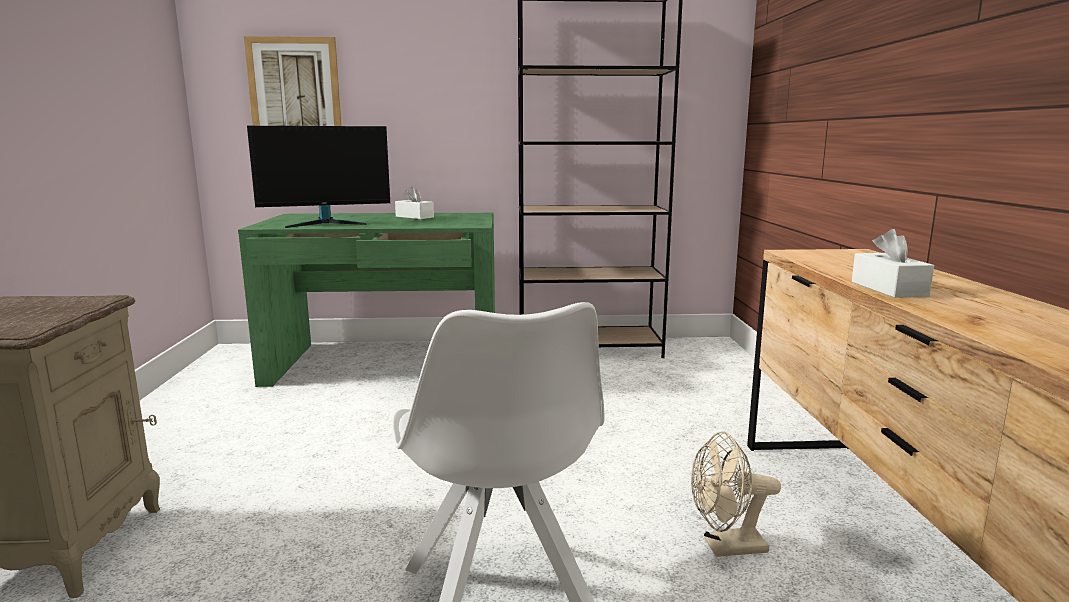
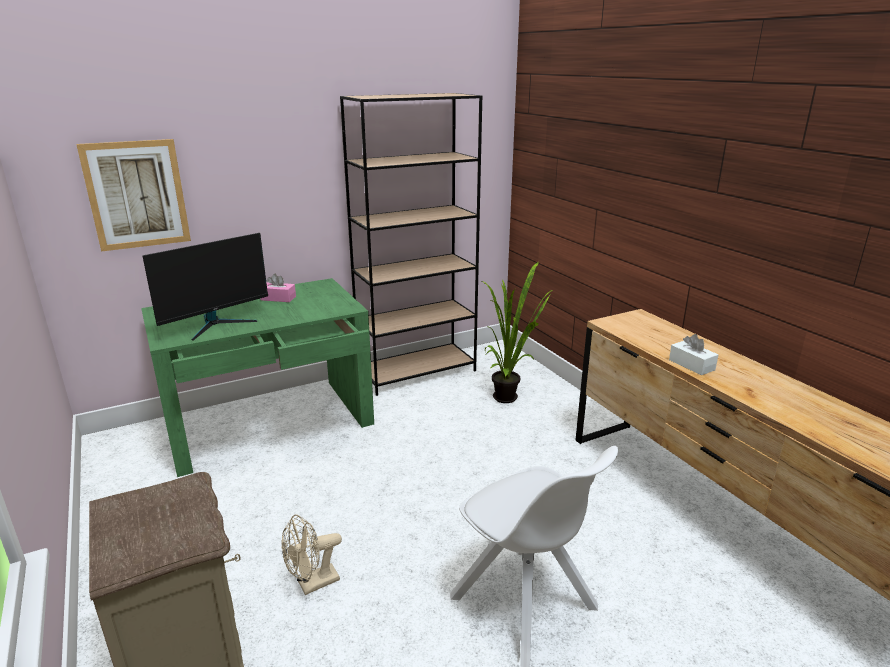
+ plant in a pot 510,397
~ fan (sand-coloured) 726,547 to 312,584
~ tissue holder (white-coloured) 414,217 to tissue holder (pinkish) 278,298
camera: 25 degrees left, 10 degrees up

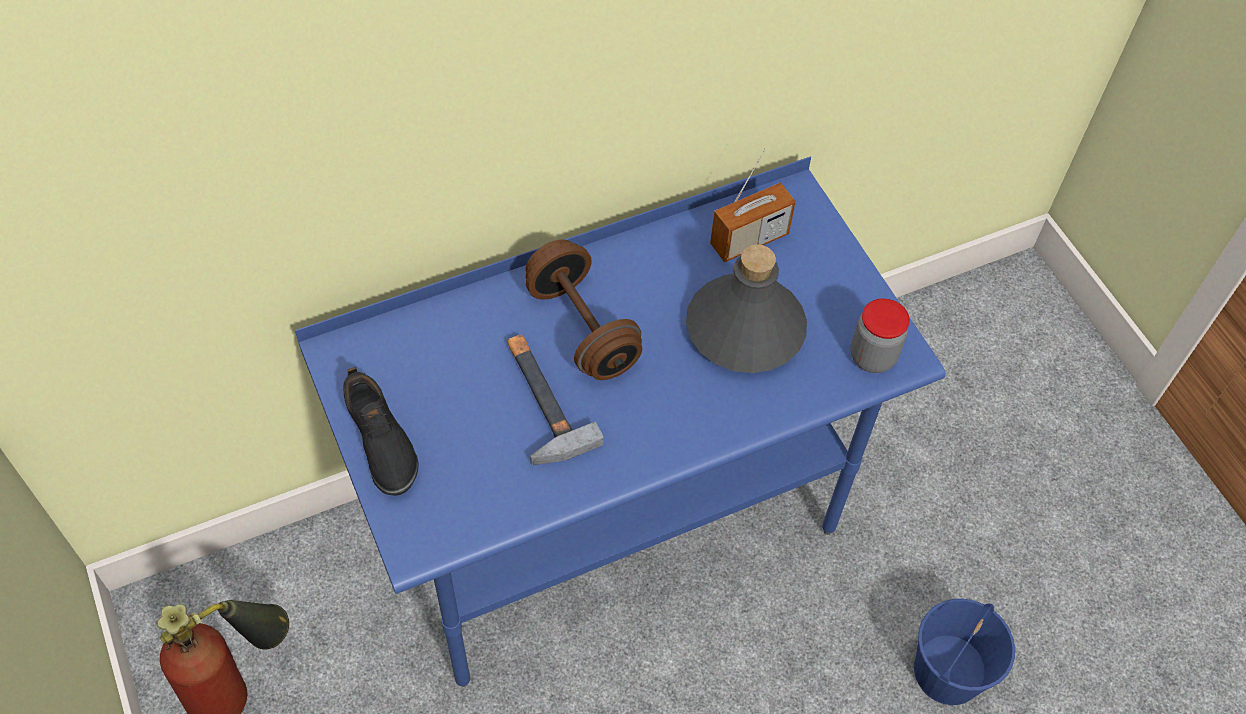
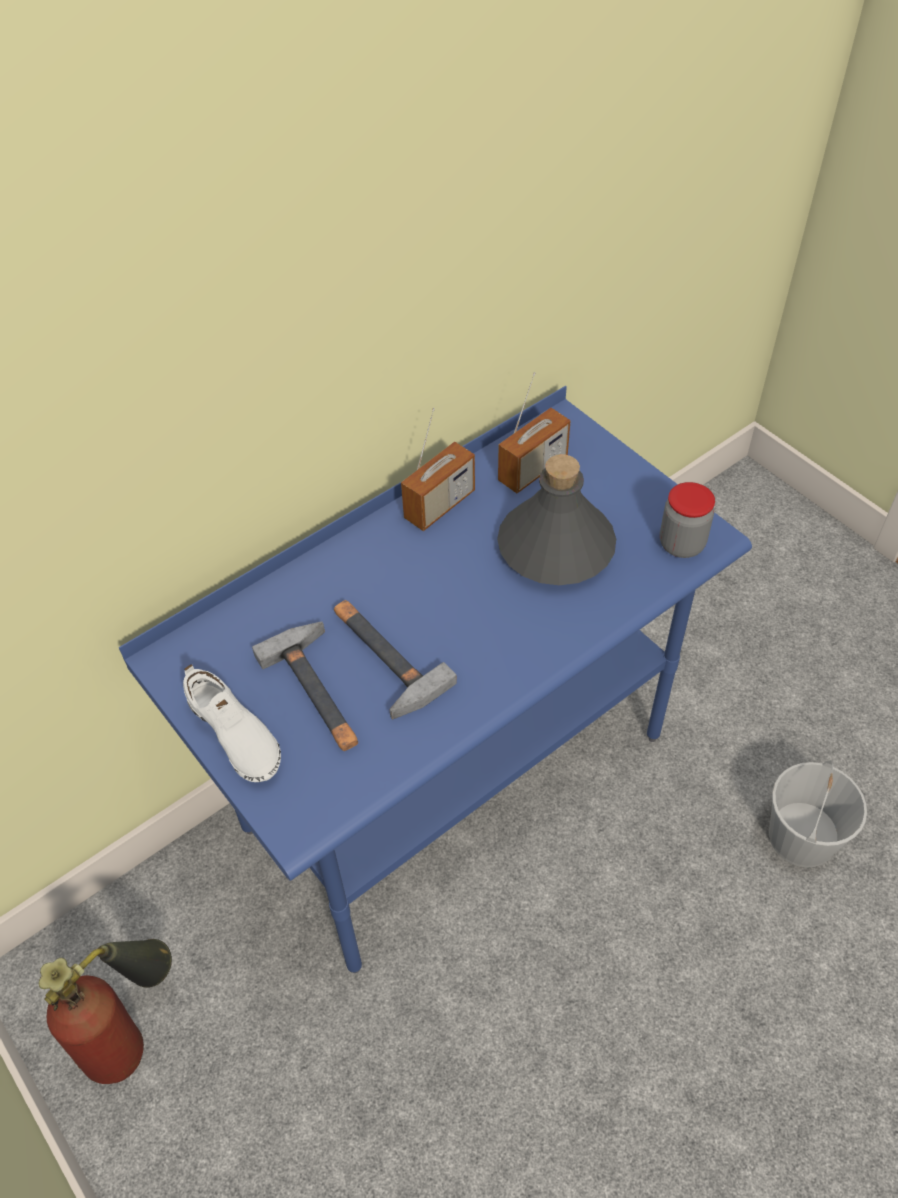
- dumbbell (brownish) 582,329
+ hammer 320,692
+ radio 439,505
~ low shoe (blackish) 380,443 to low shoe (white-coloured) 234,735
~ pail (blue-coloured) 948,672 to pail (white-coloured) 802,838
camera: 10 degrees left, 5 degrees down

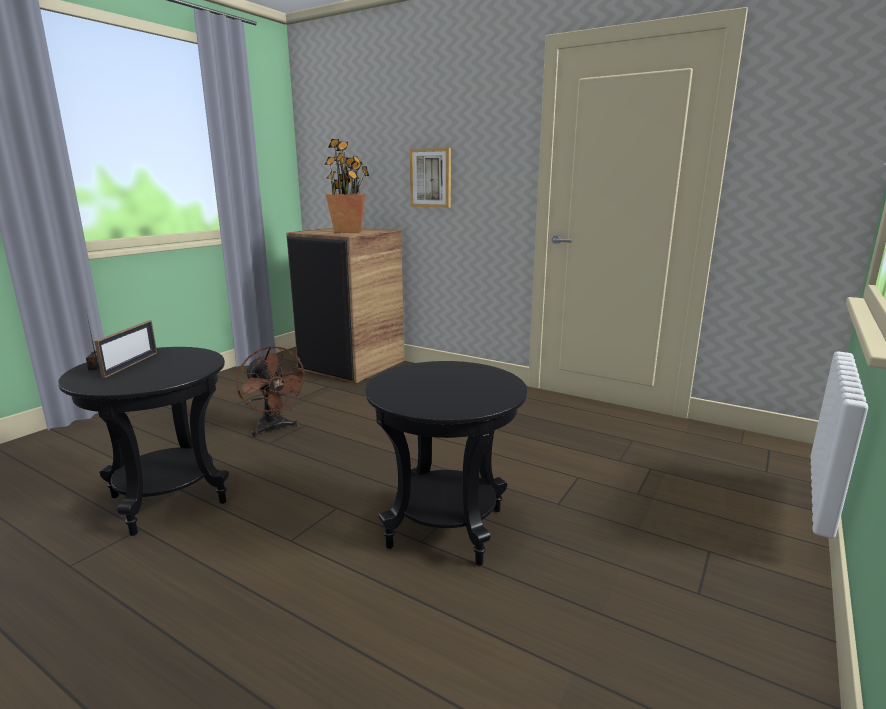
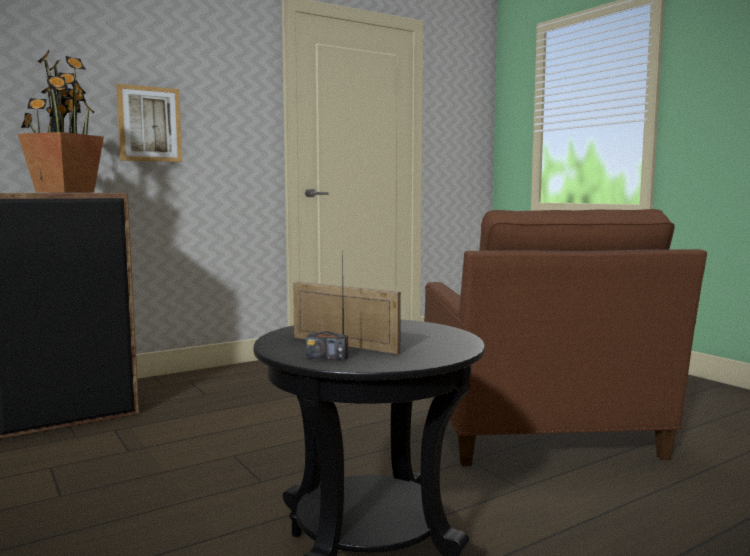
- fan (brownish) 274,429
~ accent table (blackish) 445,528 to easy chair (brownish) 533,425
camera: 65 degrees left, 10 degrees down

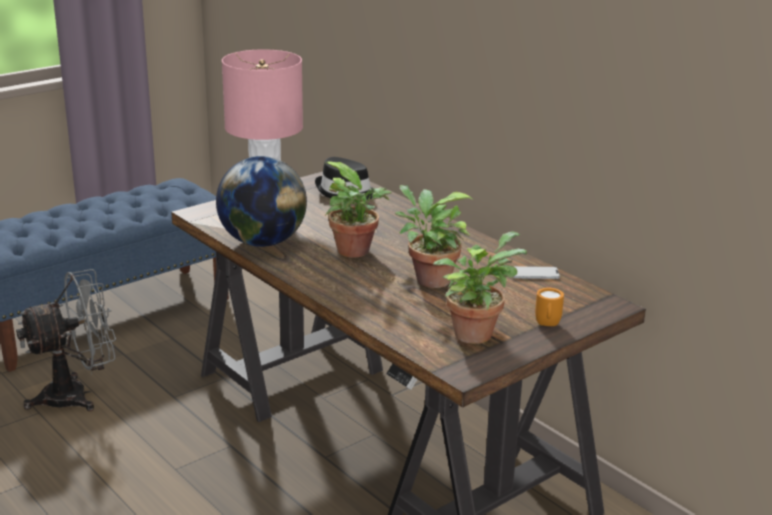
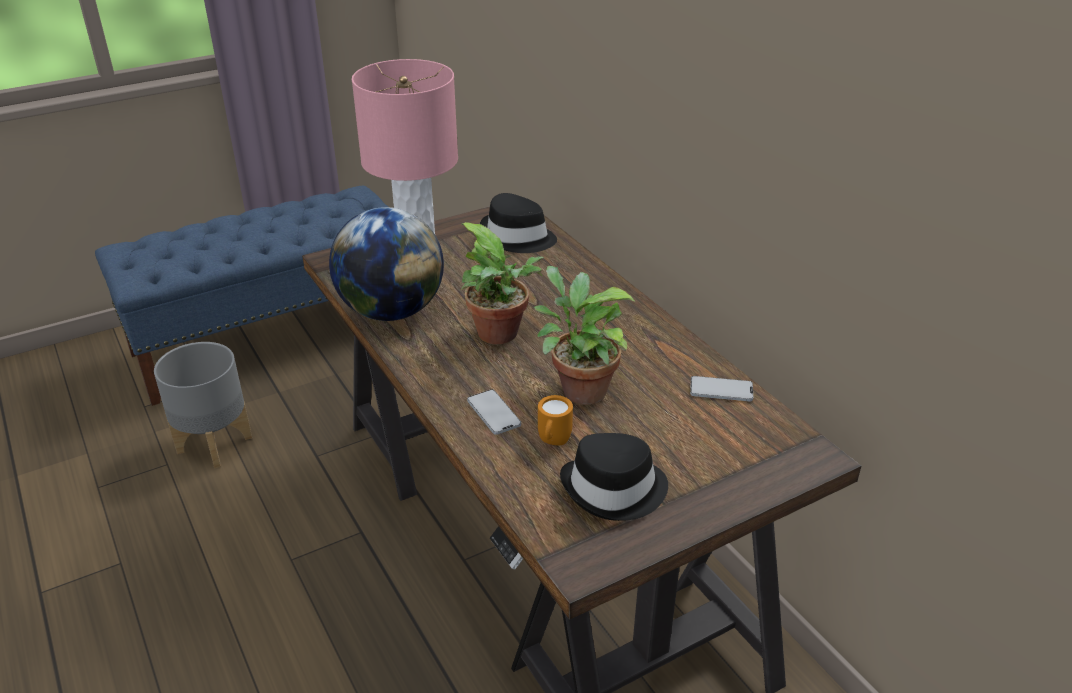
+ handset 493,413
~ coffee mug (orangey) 547,325 to 553,443
~ fan (grey) 77,395 to planter (grey) 214,444
~ plant in a pot 474,332 to wearable hat (blackish) 614,490
camera: 10 degrees right, 10 degrees up

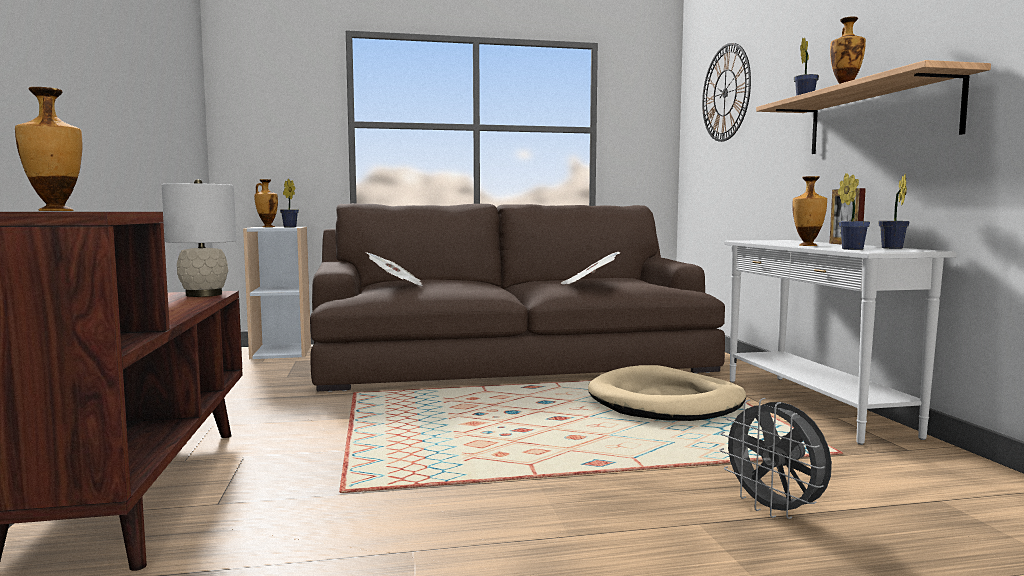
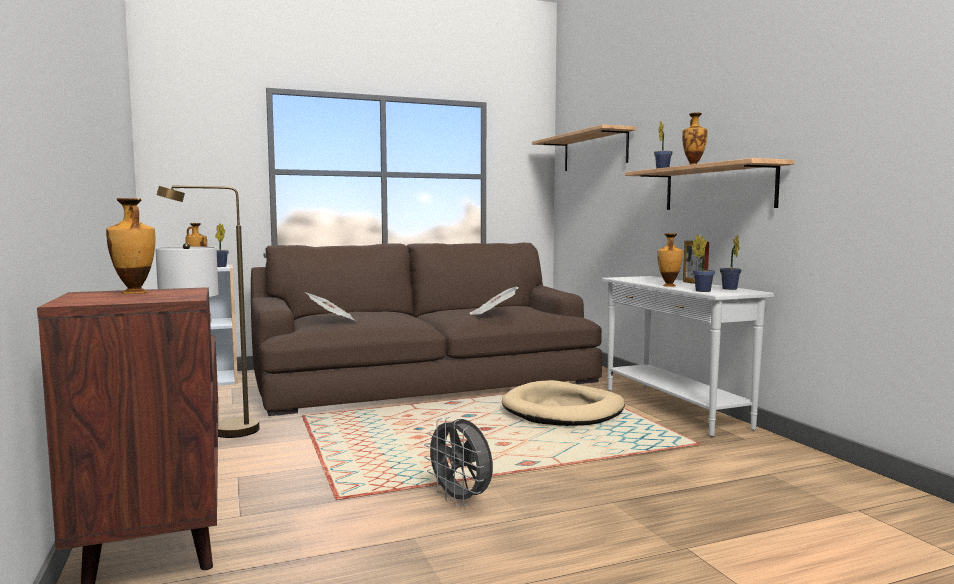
+ standard lamp (brownish) 223,432
~ fan (grey) 775,511 to 461,500
~ hanging clock 725,93 to shelf 594,151
camera: 10 degrees left, 0 degrees up

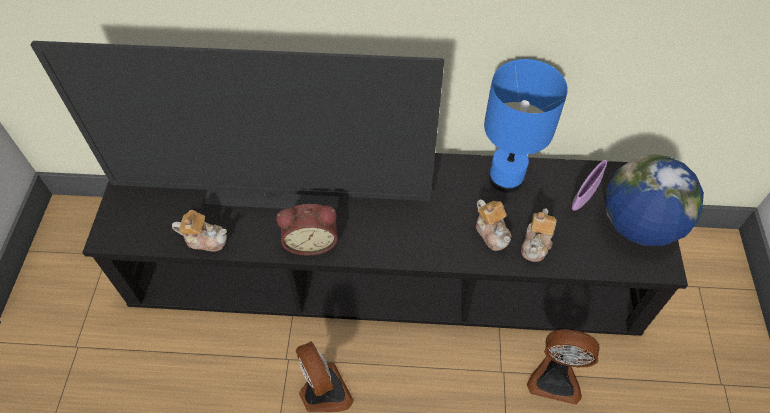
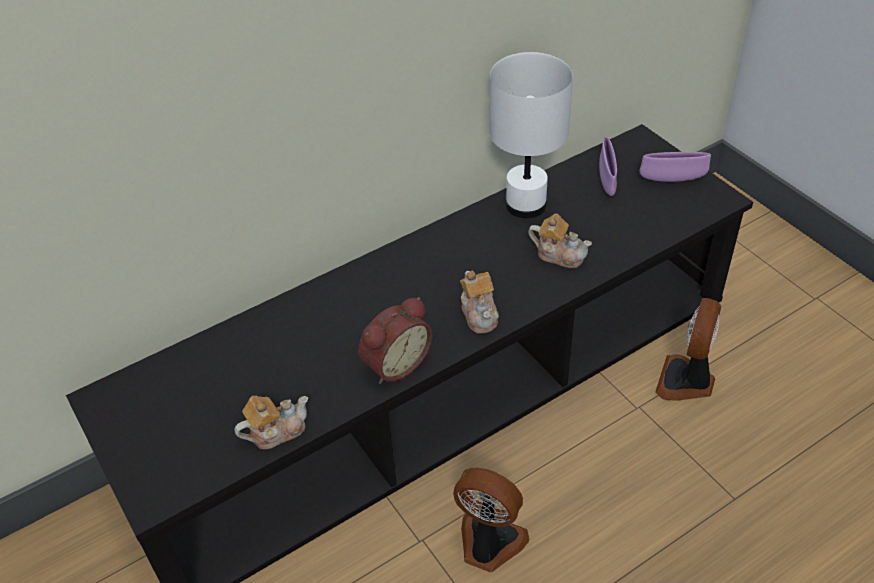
- TV set 272,198
~ teapot 536,244 to 480,314
~ desk globe 638,225 to bowl (purplish) 672,179
~ tabletop lamp (blue-coloured) 505,178 to tabletop lamp (white-coloured) 526,205
~ fan 555,378 = 686,381 135 degrees clockwise
camera: 35 degrees left, 10 degrees down

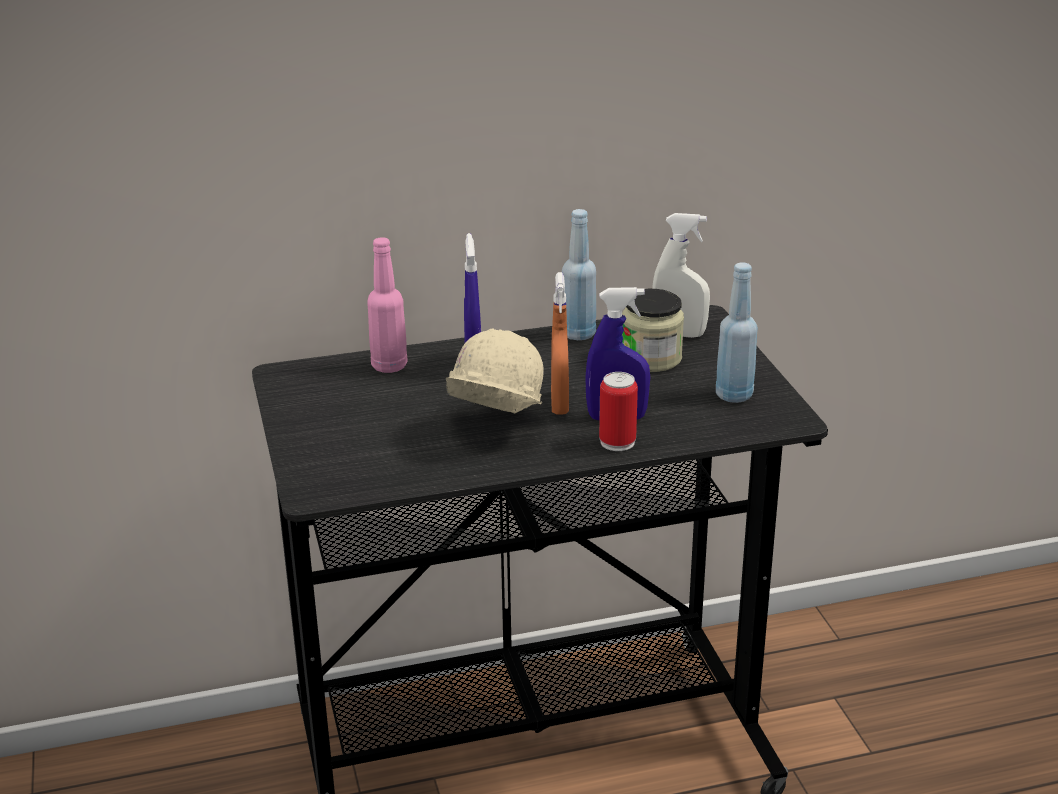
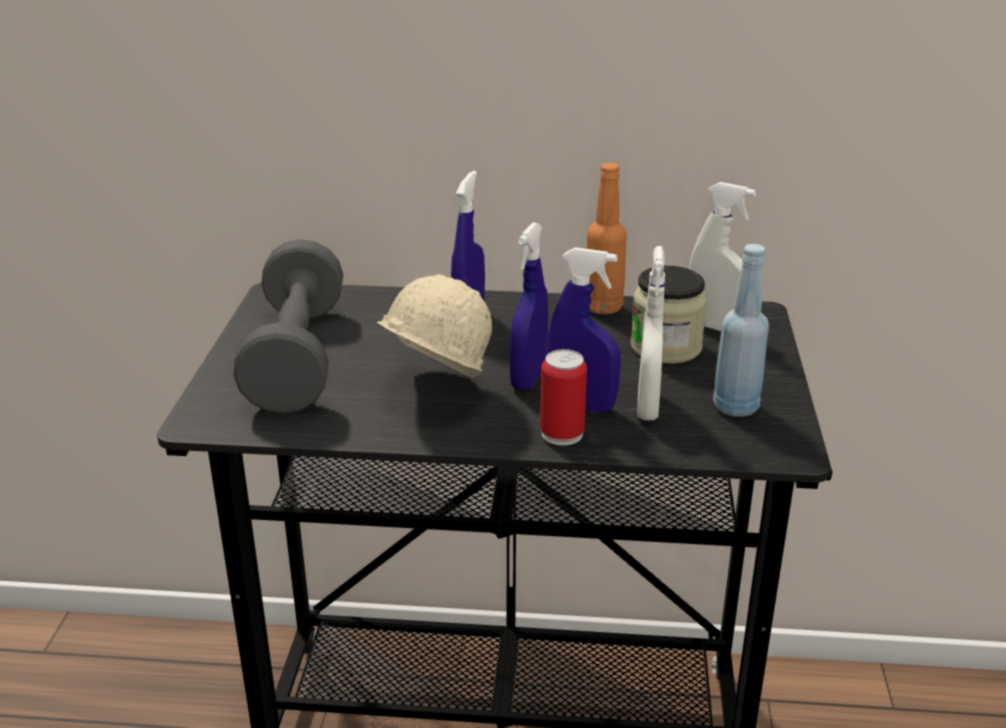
- beverage bottle (pinkish) 389,366
+ dumbbell (grey) 296,358
+ hand sprayer (white-coloured) 647,407
~ hand sprayer (orangey) 559,404 to hand sprayer (blue-coloured) 528,378
~ beverage bottle (blue-coloured) 578,334 to beverage bottle (orangey) 602,307
camera: 20 degrees right, 0 degrees up

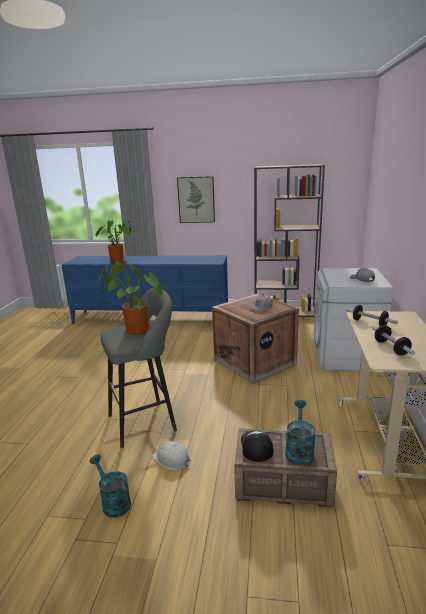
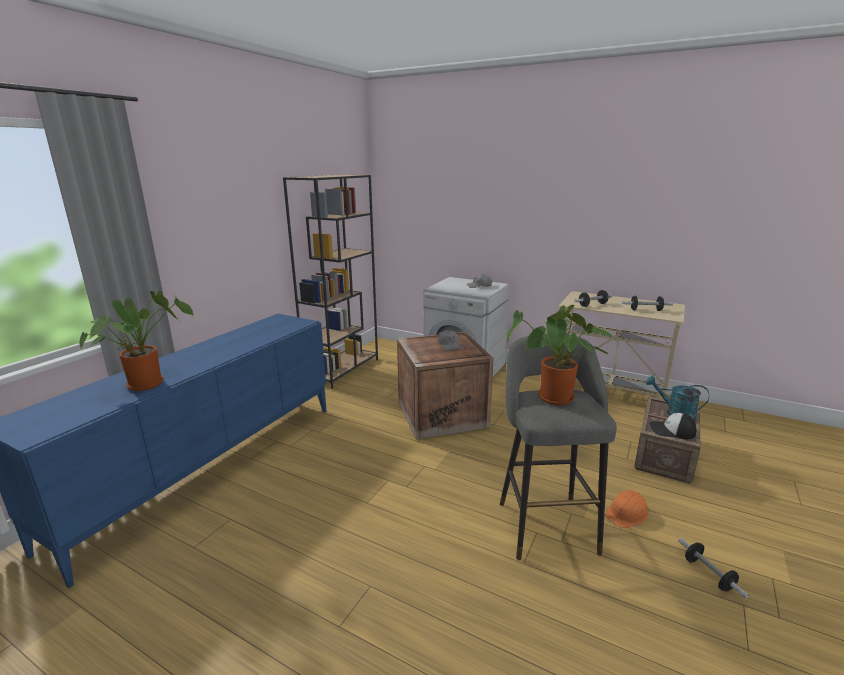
- picture 196,199
~ sprinkling can (blue-green) 113,502 to dumbbell 708,574
~ safety helmet (white-coloured) 171,459 to safety helmet (orangey) 627,513
camera: 70 degrees left, 0 degrees up

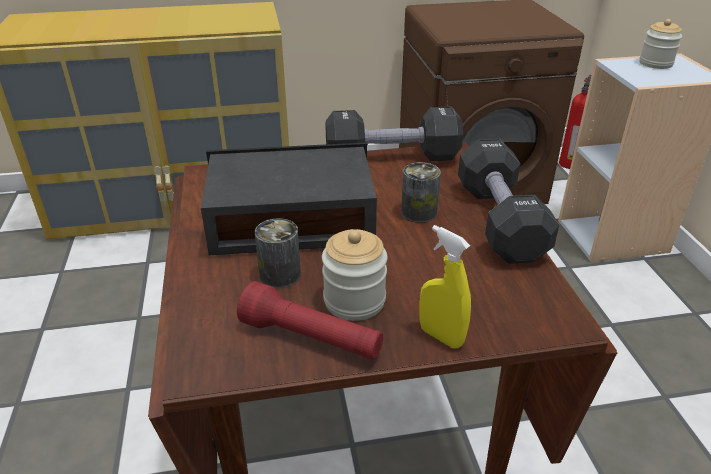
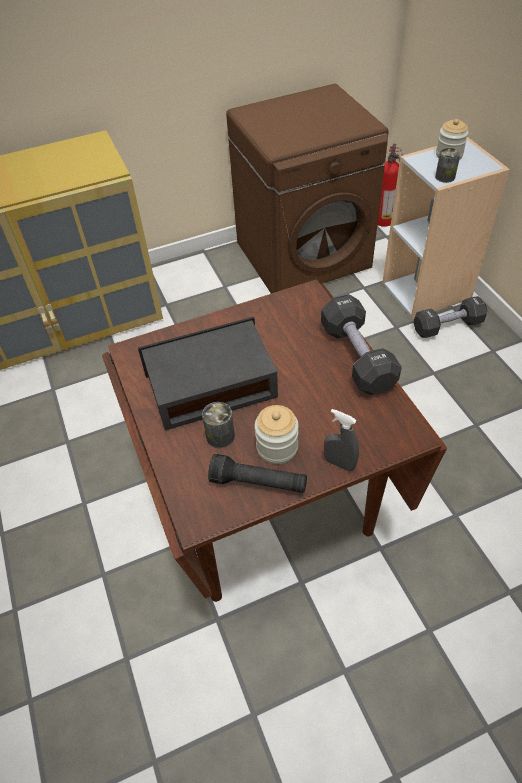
~ dumbbell (blackish) 392,158 to 447,326
~ metal can 418,212 to 445,177
~ hand torch (red) 311,339 to hand torch (blackish) 258,483
~ hand sprayer (yellow-coloured) 441,336 to hand sprayer (grey) 339,463
camera: 10 degrees left, 15 degrees up

